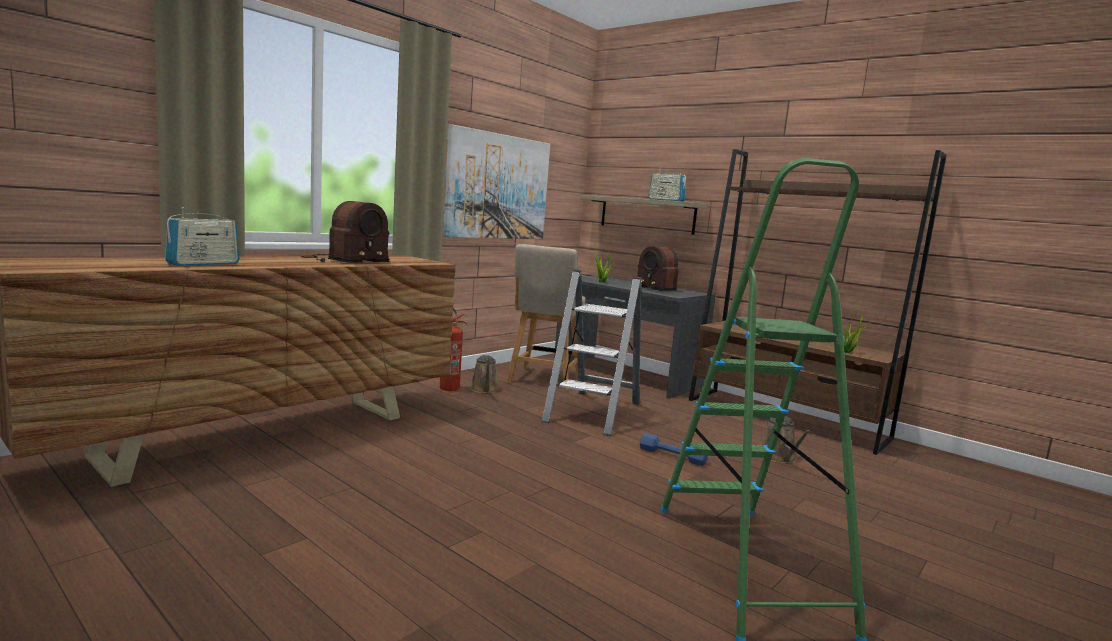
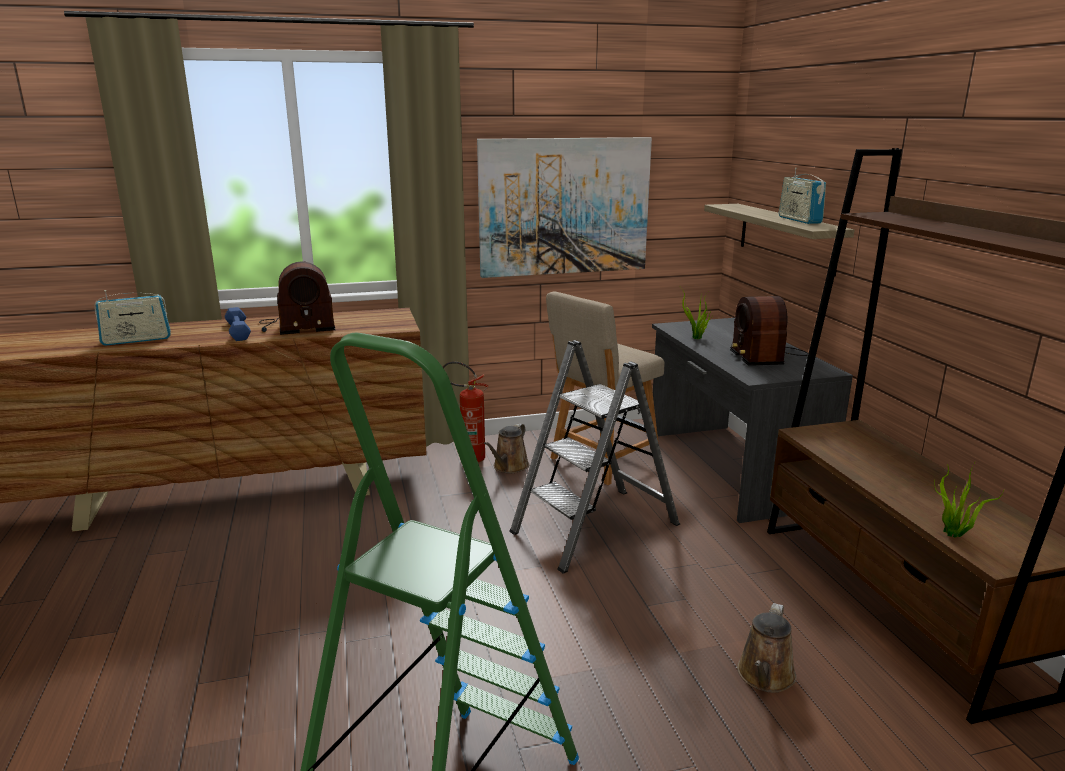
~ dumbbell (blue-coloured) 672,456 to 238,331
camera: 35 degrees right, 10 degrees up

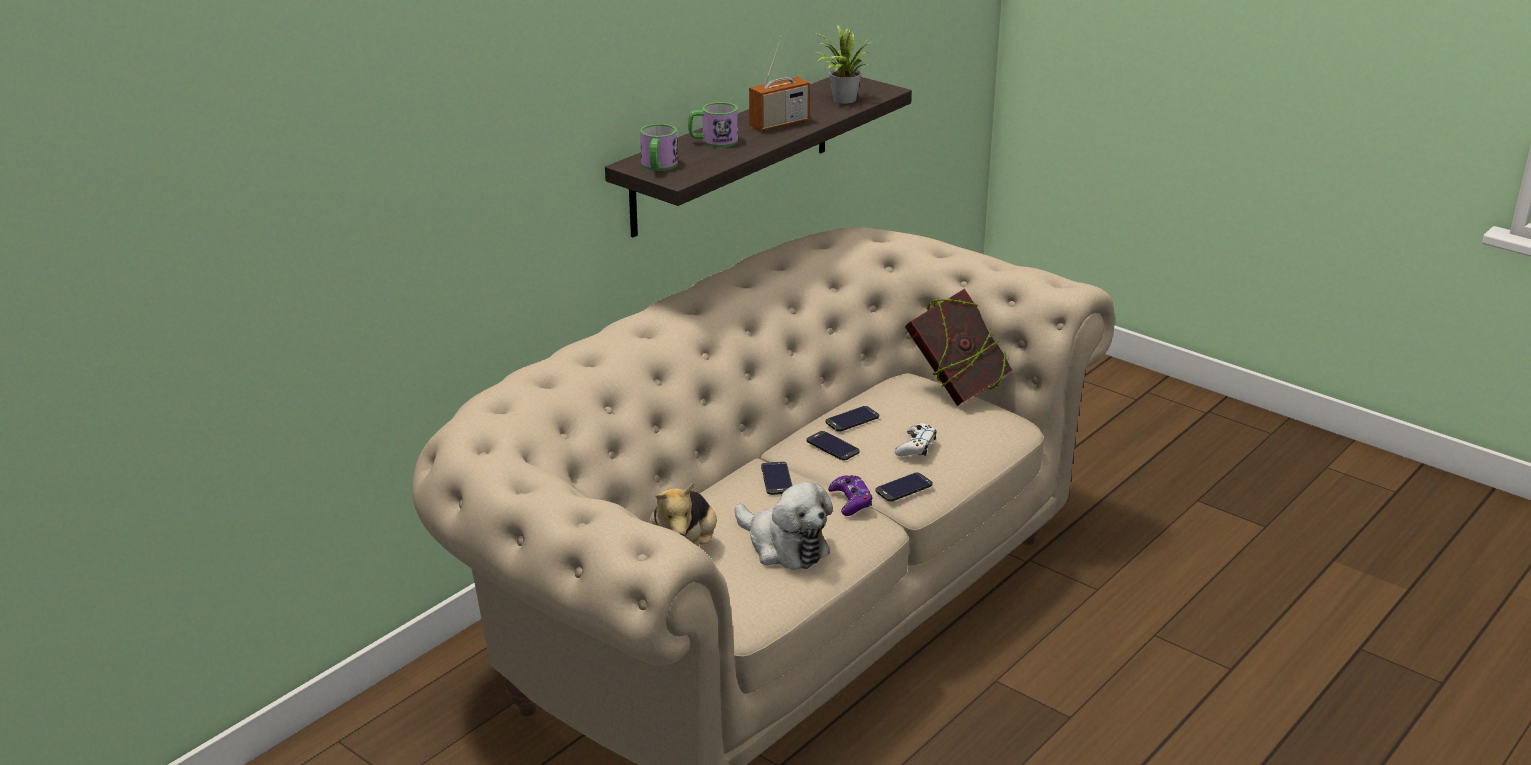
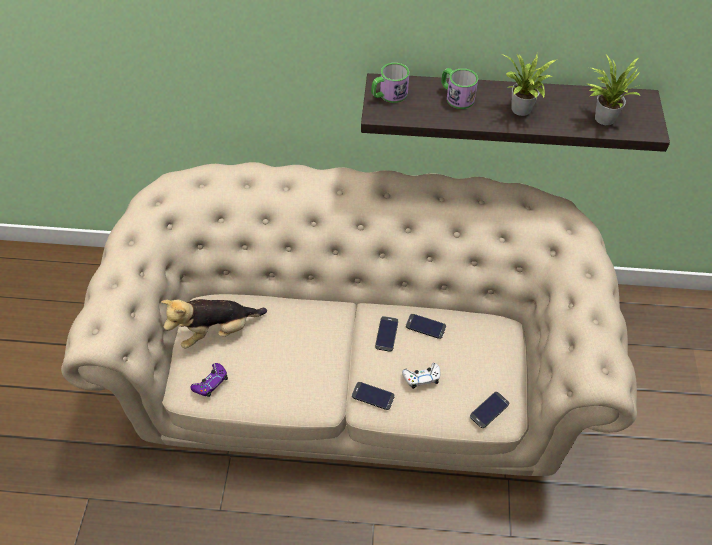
- cuddly toy 784,546
- bound book 958,388
~ handset 776,479 to 489,410
~ joypad (purplish) 850,501 to 210,382
~ radio 779,124 to plant in a pot 520,111
camera: 55 degrees right, 25 degrees up

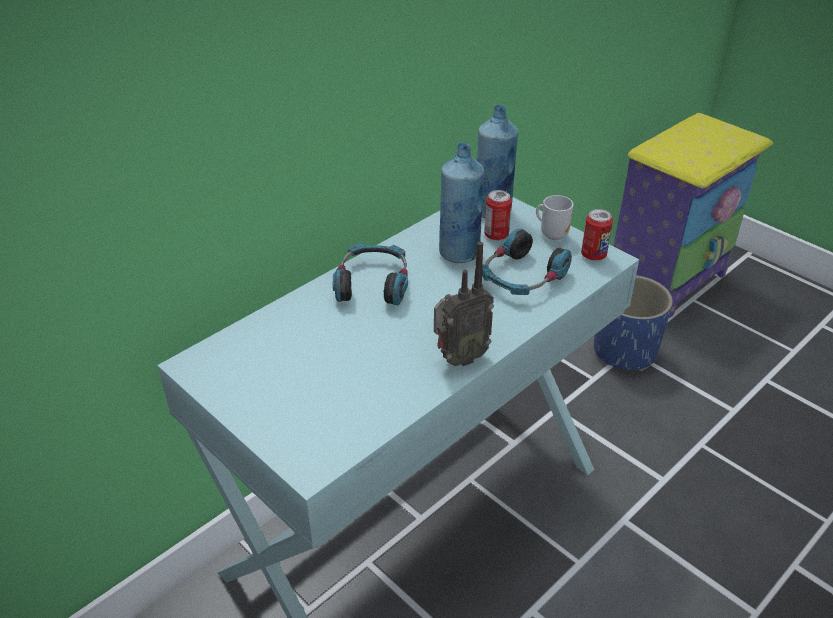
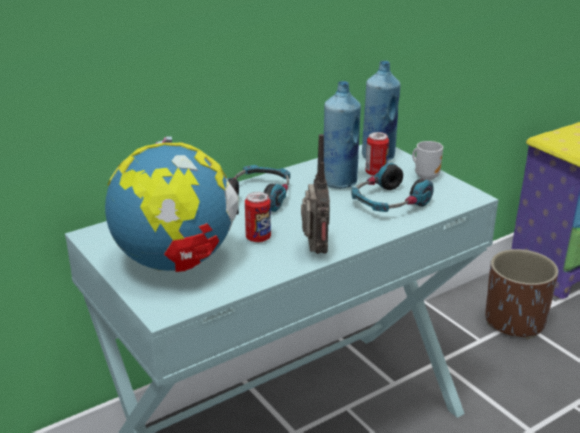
+ desk globe 176,263
~ metal can 593,255 to 258,238
~ planter (blue-coloured) 625,351 to planter (brownish) 515,321
~ radio 459,358 = 314,252 75 degrees counterclockwise
camera: 10 degrees right, 10 degrees down

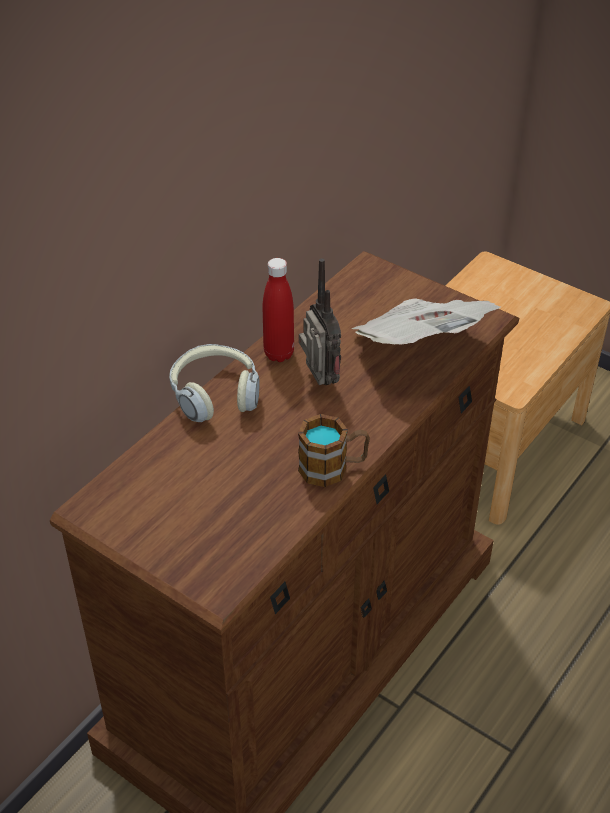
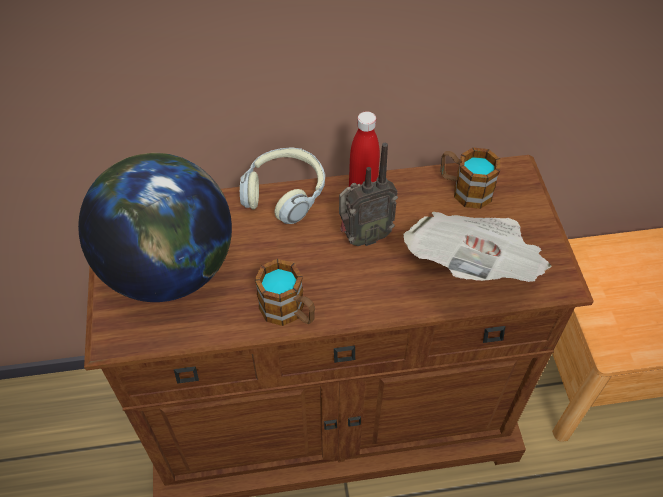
+ desk globe 170,268
+ coffee mug 464,189
~ radio 319,381 = 363,237 45 degrees clockwise
camera: 45 degrees right, 10 degrees up

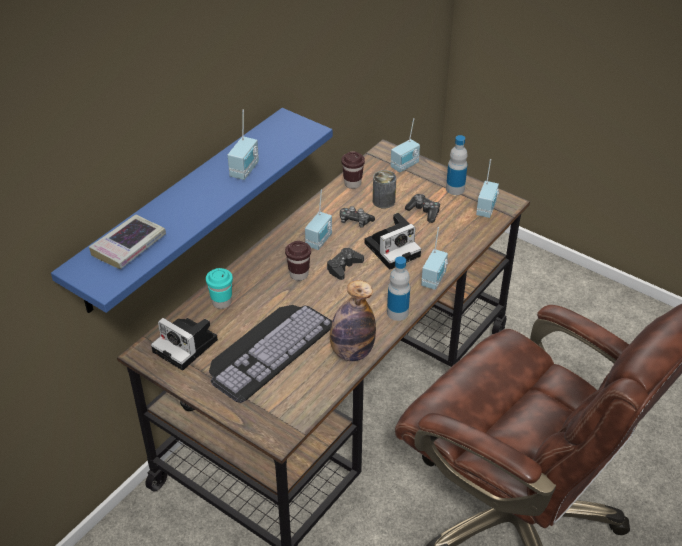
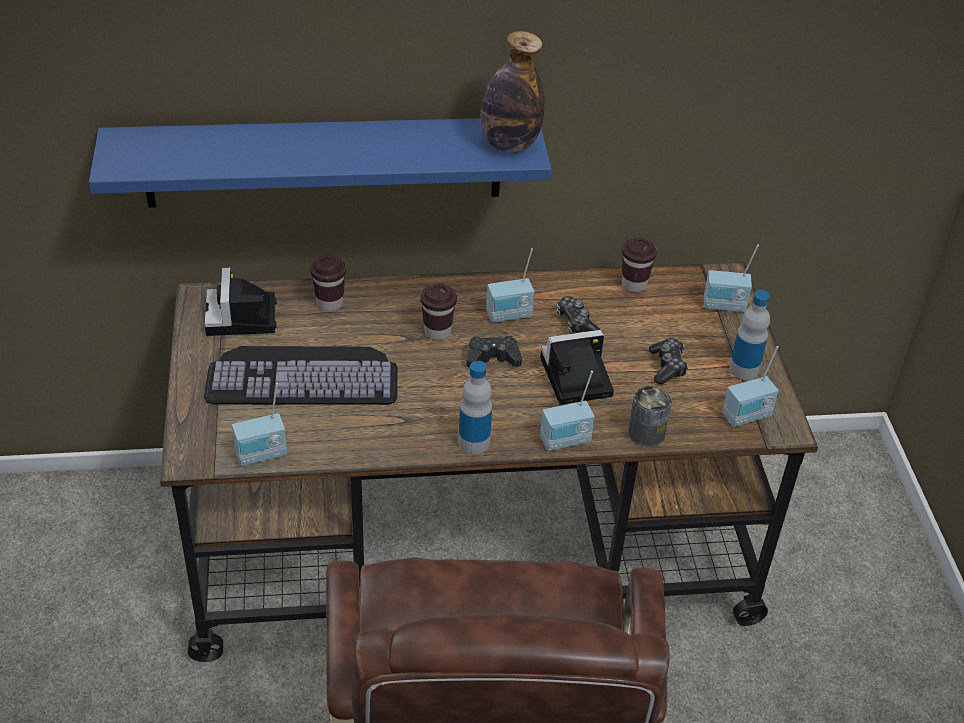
- bound book 129,246
~ radio 245,170 to 262,455
~ beverage bottle 351,352 to 509,145
~ metal can 383,201 to 646,433
~ cup (blue-green) 222,302 to cup (brownish) 329,304
~ still camera 393,248 = 573,378 150 degrees clockwise
camera: 45 degrees right, 0 degrees up

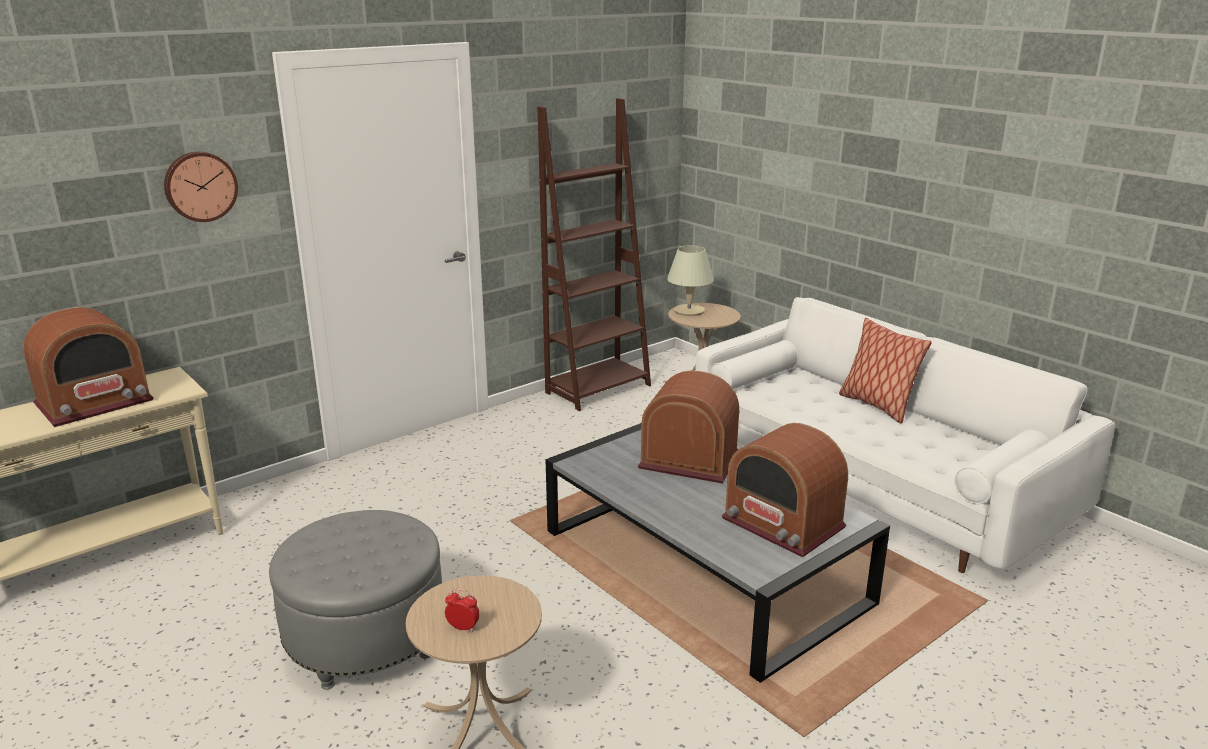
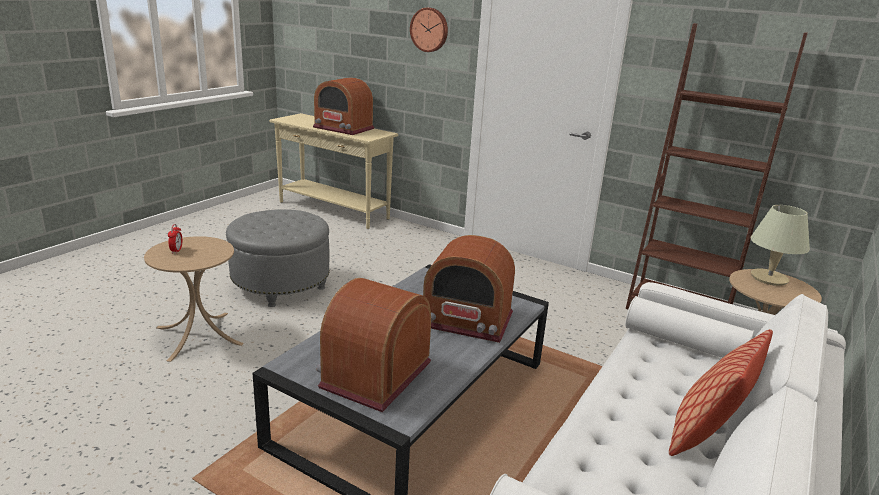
~ radio 689,460 = 466,320 105 degrees clockwise
camera: 70 degrees right, 0 degrees up

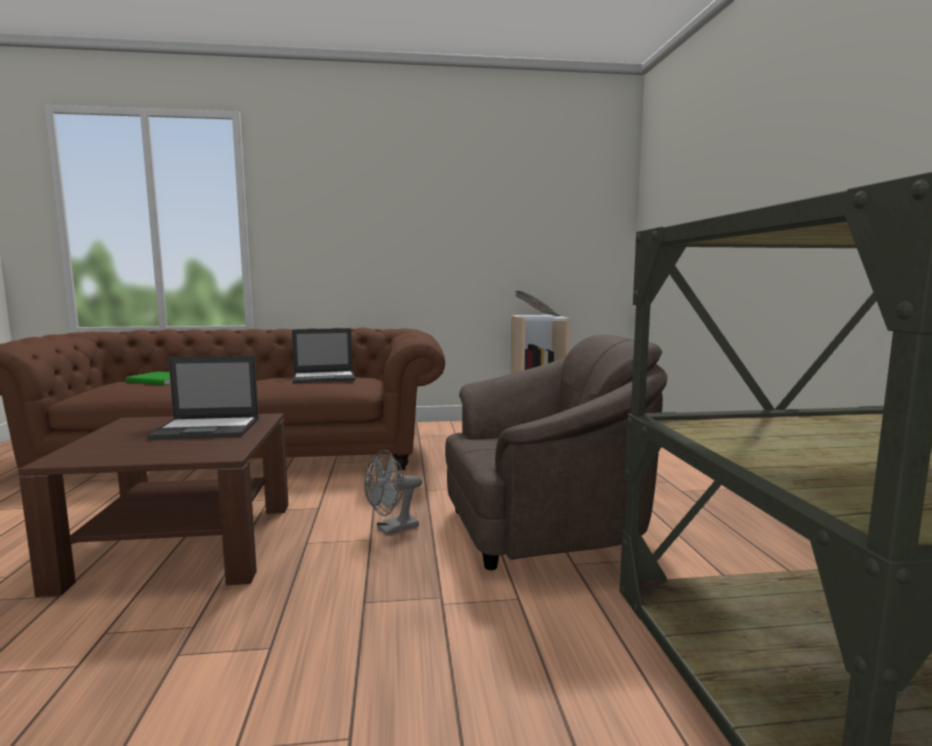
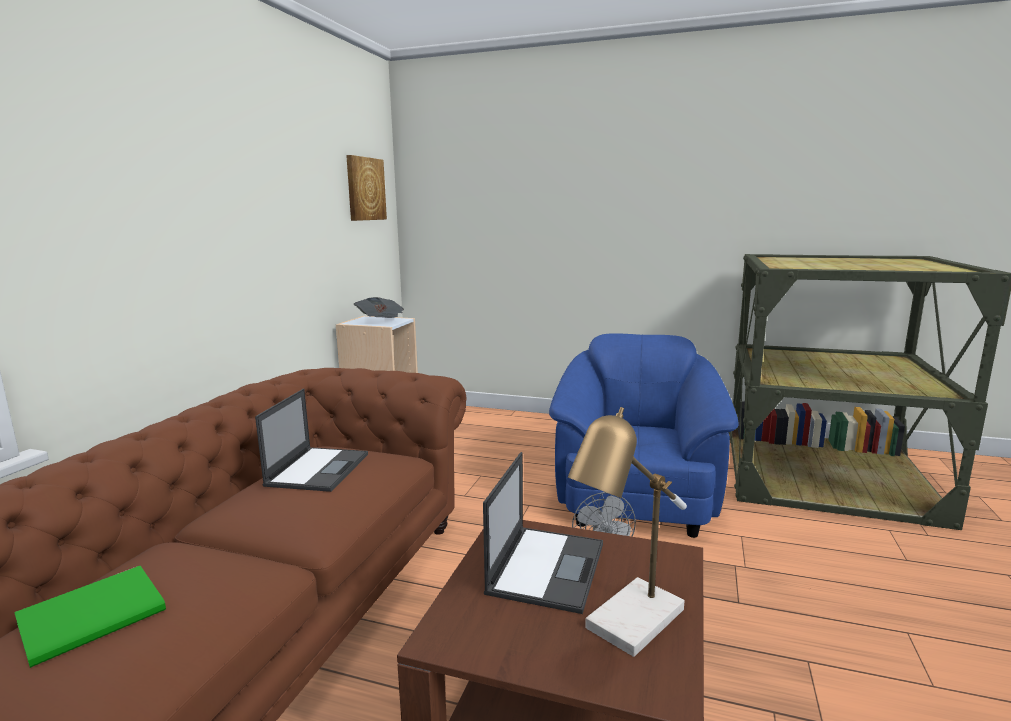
+ picture 365,189
+ tabletop lamp 629,627
~ easy chair (brownish) 545,529 to easy chair (blue-coloured) 635,498
camera: 65 degrees left, 5 degrees up

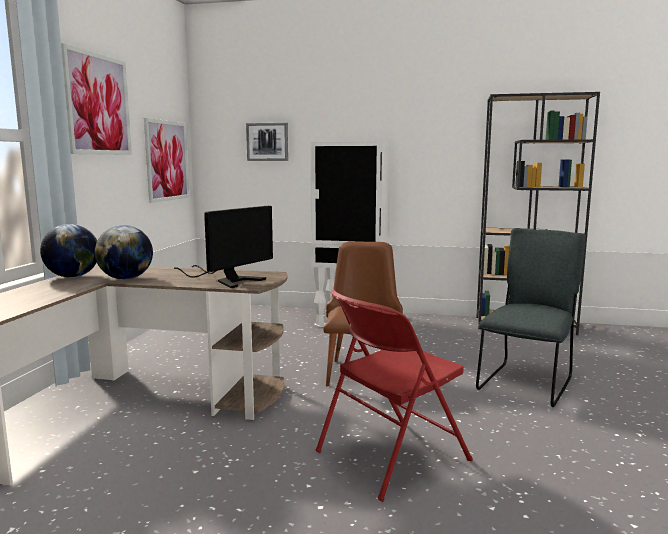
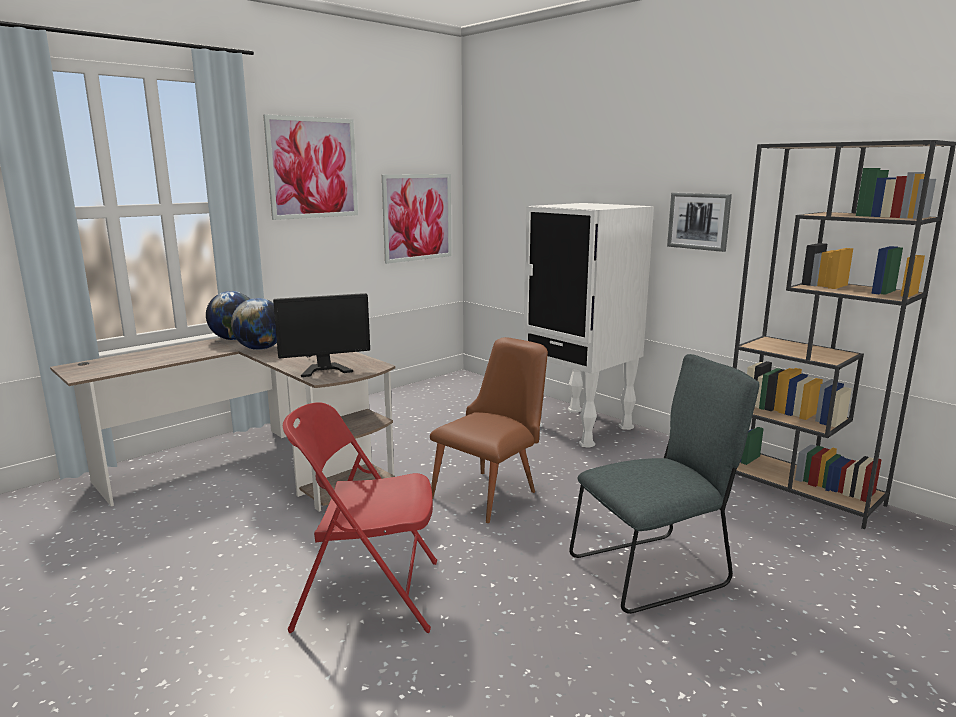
~ picture 267,142 to 699,221
camera: 35 degrees right, 5 degrees up

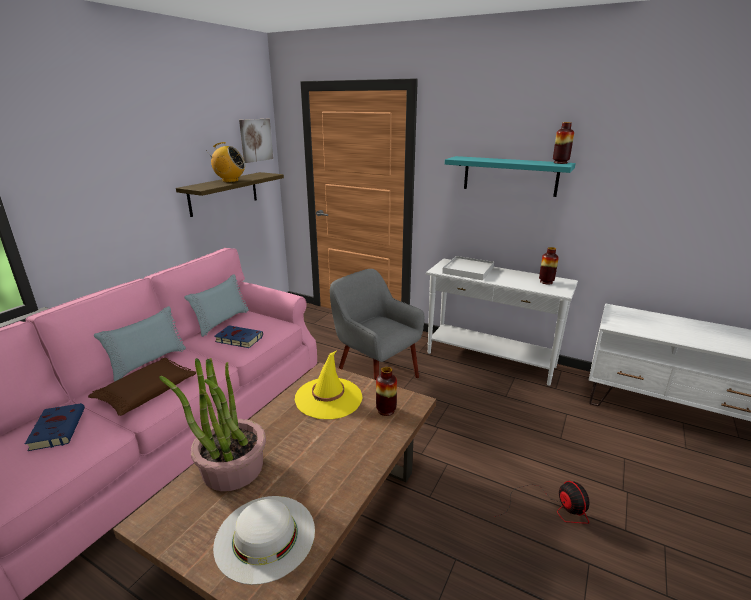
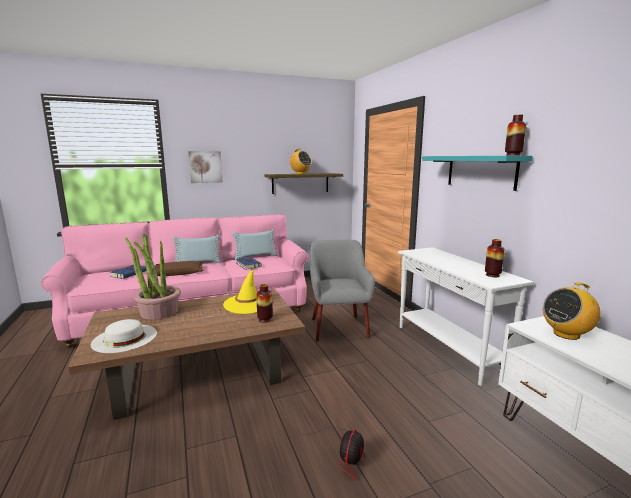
- carrying tray (white-coloured) 468,270
+ radio 566,334
~ picture 255,140 to 205,167
camera: 40 degrees right, 10 degrees down

